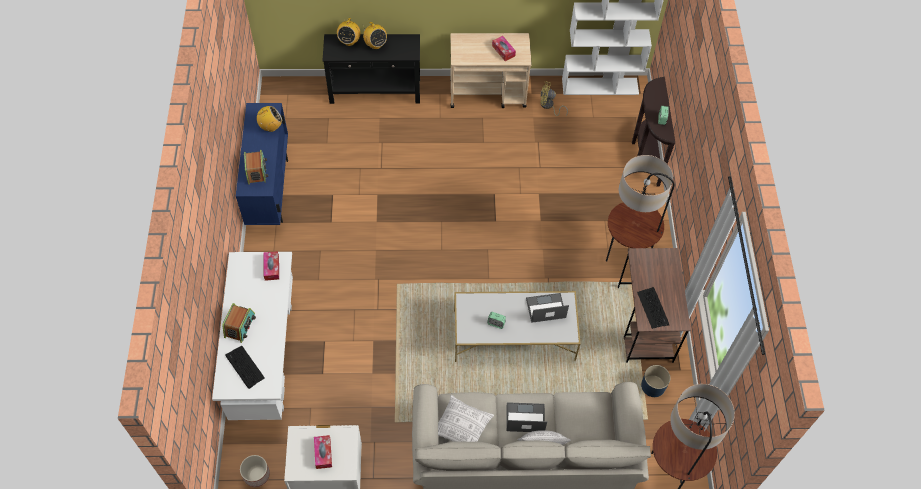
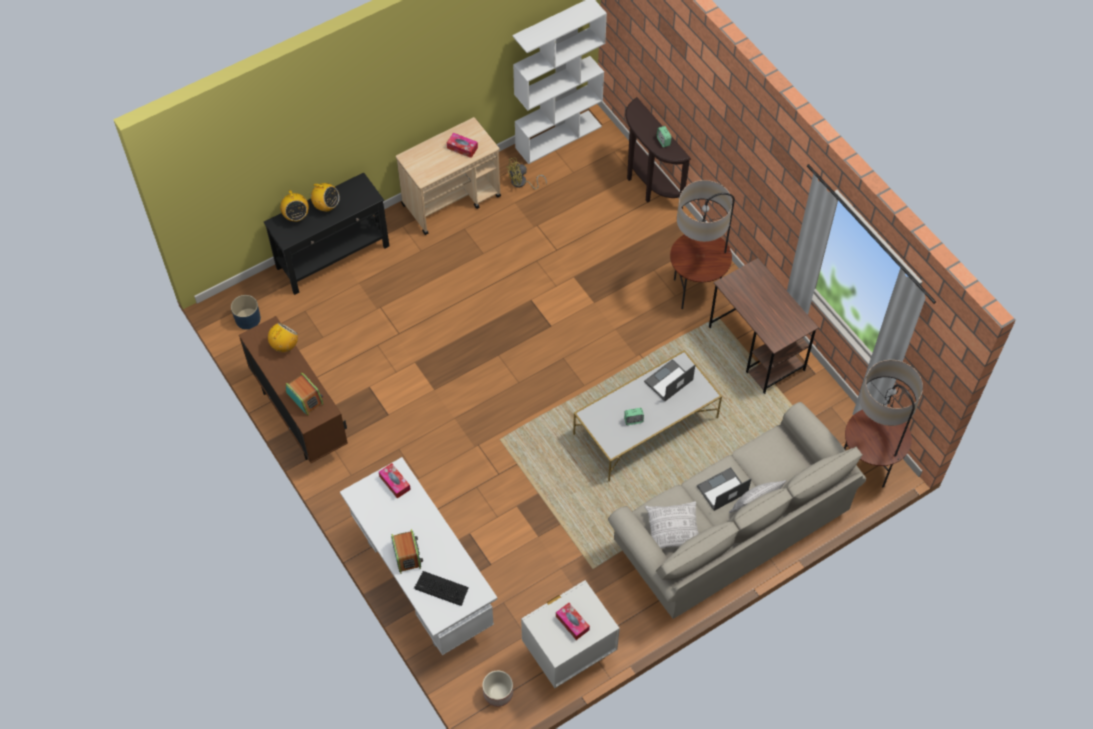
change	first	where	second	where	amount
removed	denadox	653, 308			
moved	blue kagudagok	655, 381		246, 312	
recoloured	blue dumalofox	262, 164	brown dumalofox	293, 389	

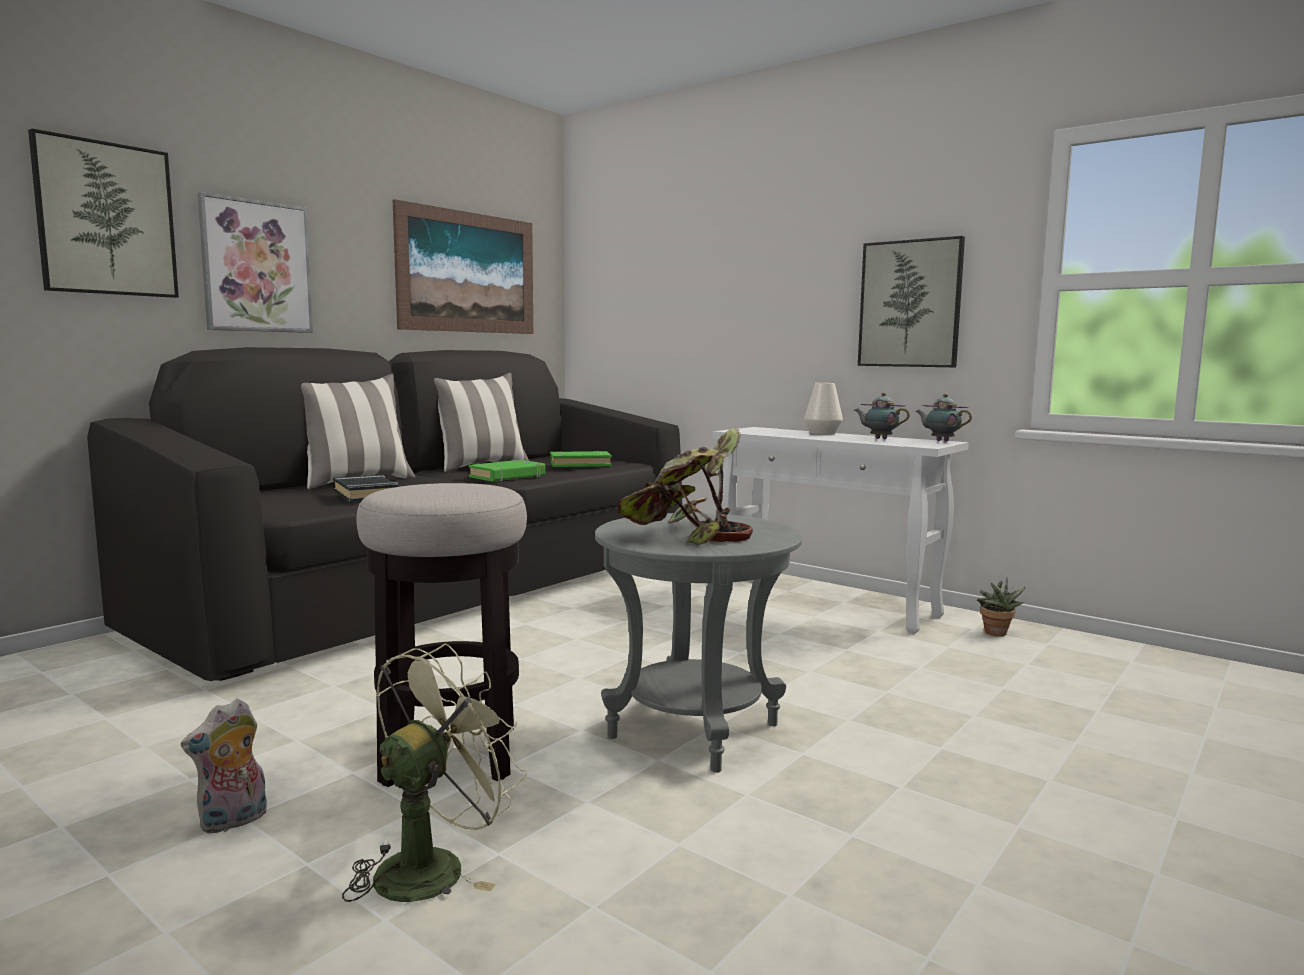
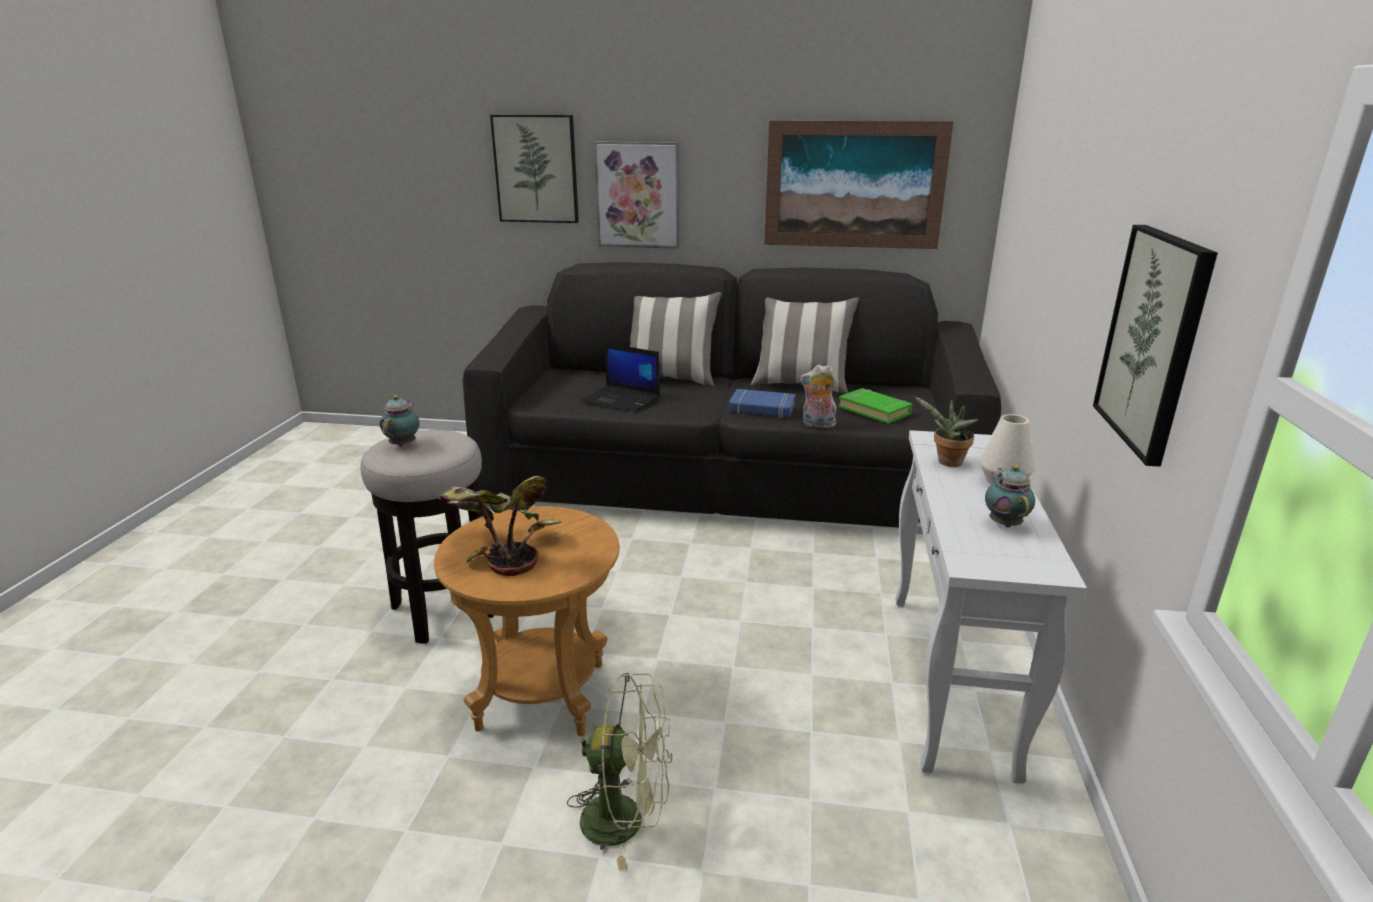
change	first	where	second	where	amount
moved	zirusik	224, 766		818, 396	
moved	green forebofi	434, 772		619, 772	
moved	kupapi	943, 417		400, 421	
moved	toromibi	1001, 607		946, 431	
replaced	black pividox	366, 488	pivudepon	620, 377	
recoloured	green pividox	506, 470	blue pividox	762, 403	
recoloured	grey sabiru	698, 643	brown sabiru	527, 621	

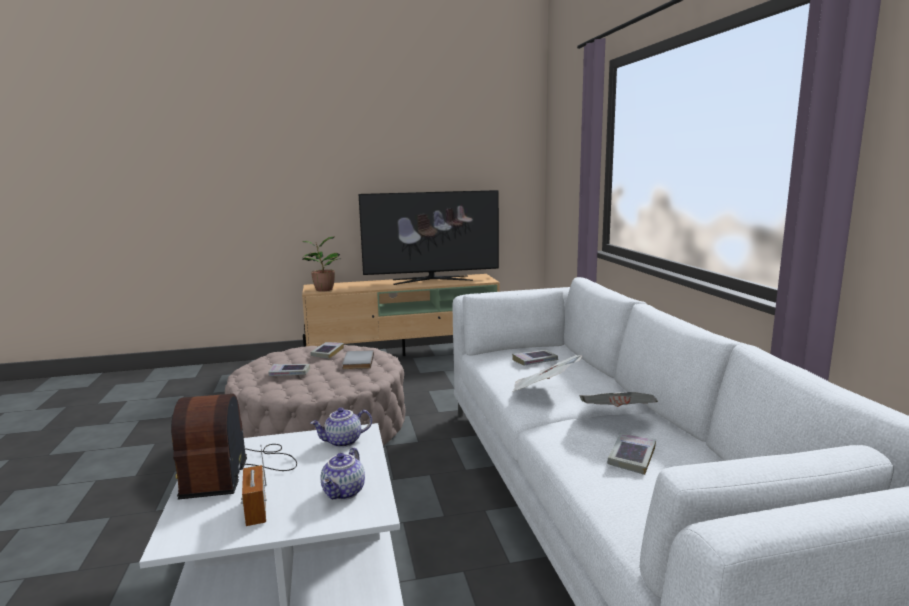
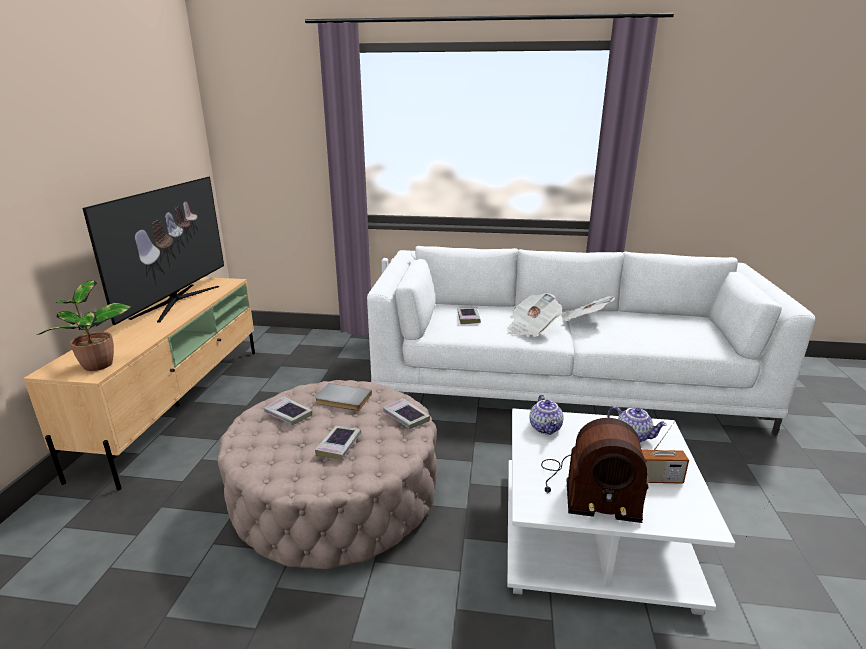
change	first	where	second	where	amount
moved	pividox	631, 454		406, 413	

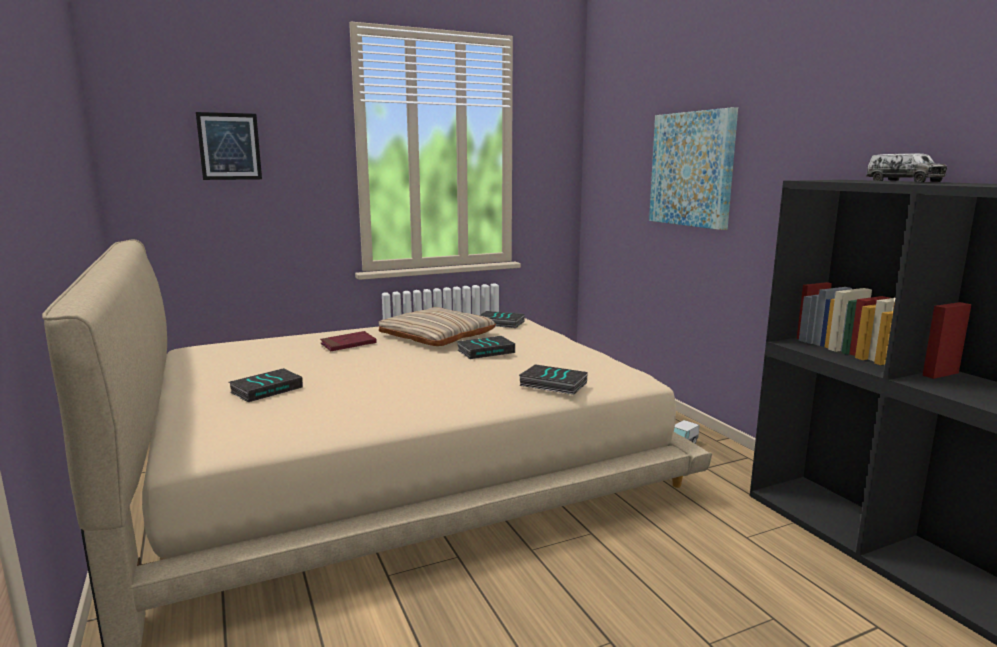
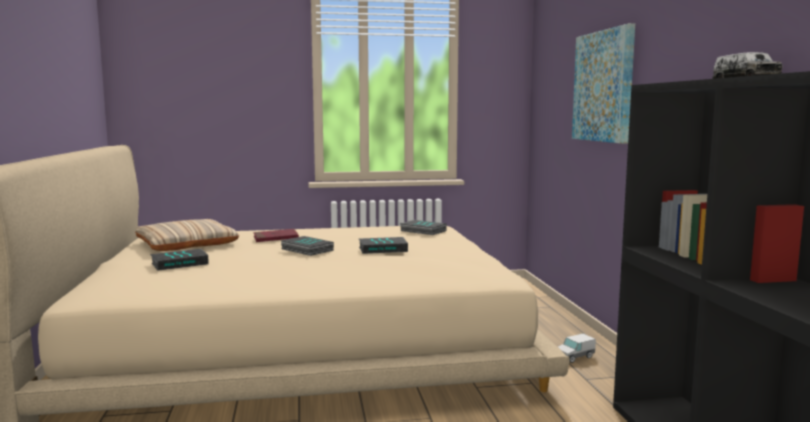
change	first	where	second	where	amount
removed	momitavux	229, 146			
moved	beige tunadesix	437, 326		187, 235	
moved	pividox	553, 379		307, 246	

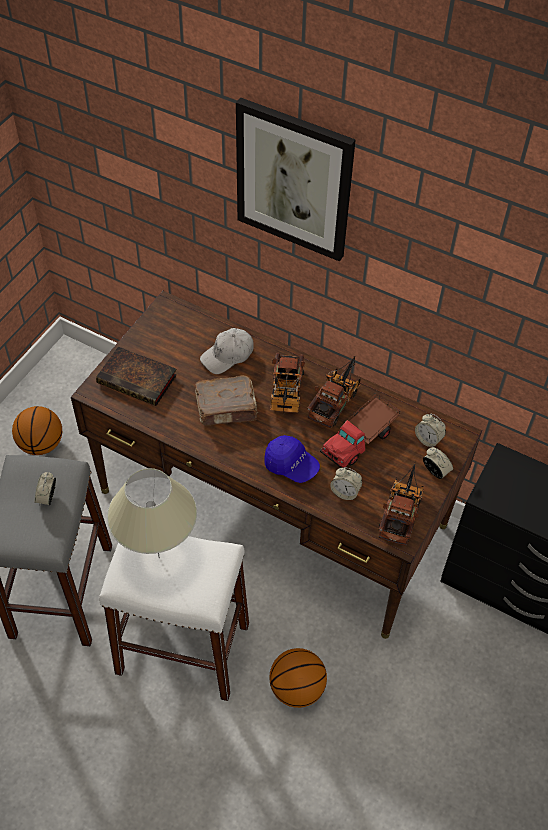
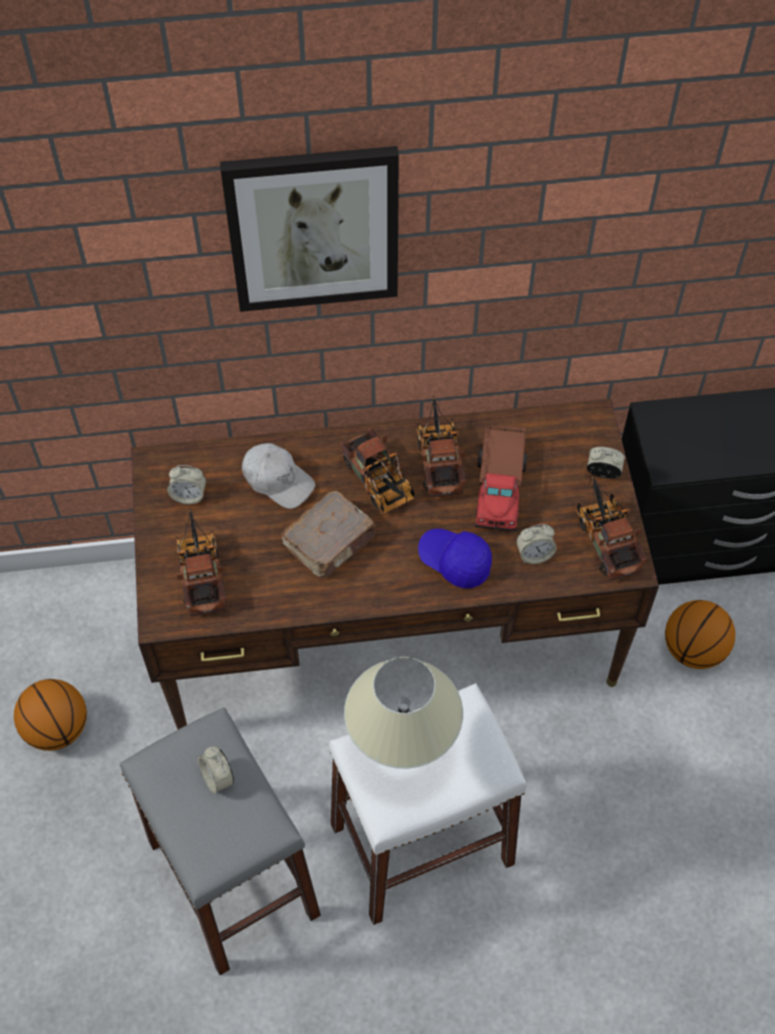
change	first	where	second	where	amount
moved	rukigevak	298, 678		700, 634	
moved	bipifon	430, 430		186, 484	
replaced	pividox	136, 376	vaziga	201, 561	
turned	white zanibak	227, 351		278, 476	75 degrees counterclockwise
turned	blue zanibak	292, 459		455, 558	150 degrees counterclockwise

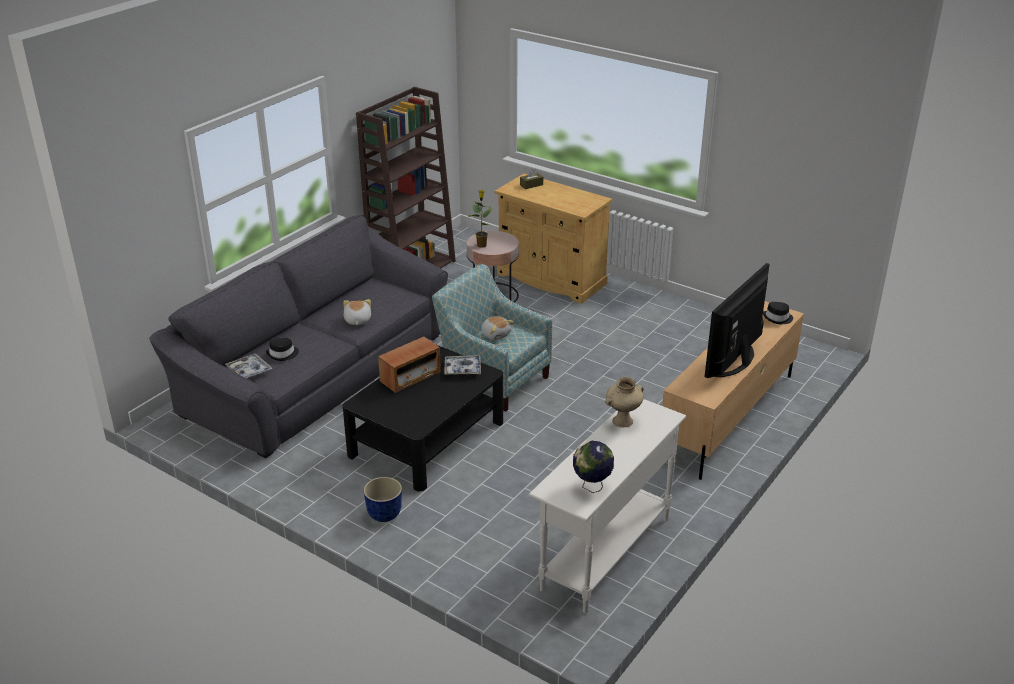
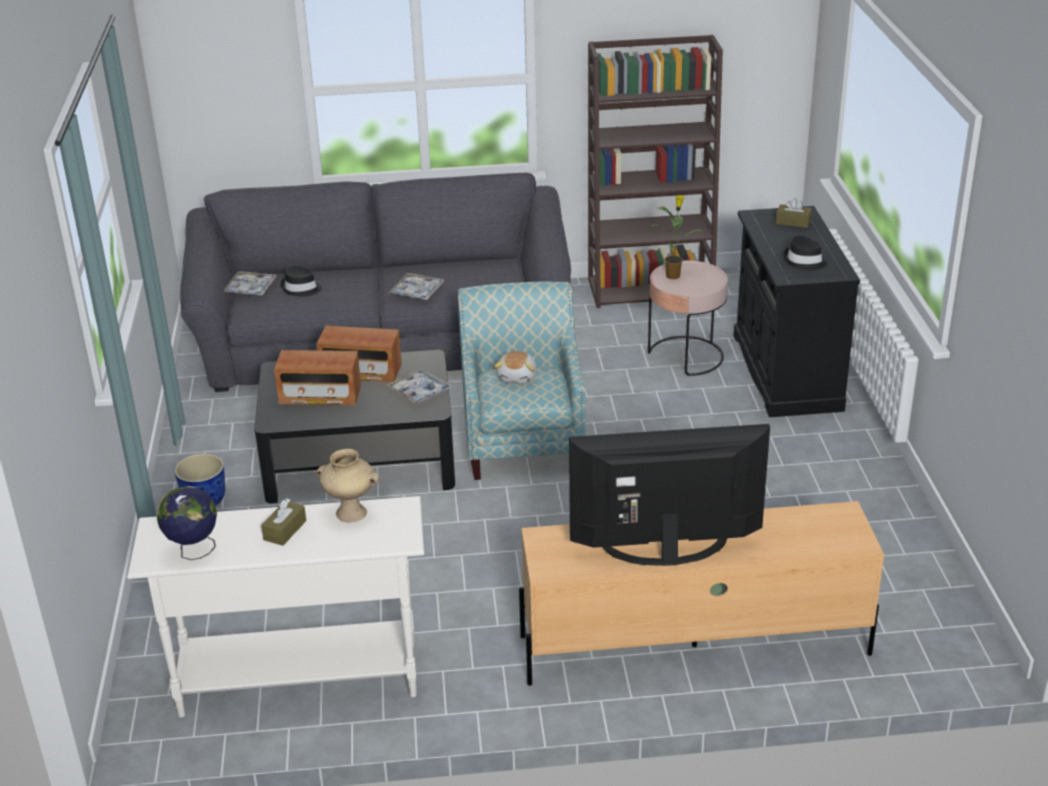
change	first	where	second	where	amount
added			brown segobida	283, 522	
added			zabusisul	317, 377	
moved	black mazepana	778, 313		805, 253	
replaced	zirusik	357, 312	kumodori	417, 286	
recoloured	beige dumalofox	553, 238	black dumalofox	797, 311	

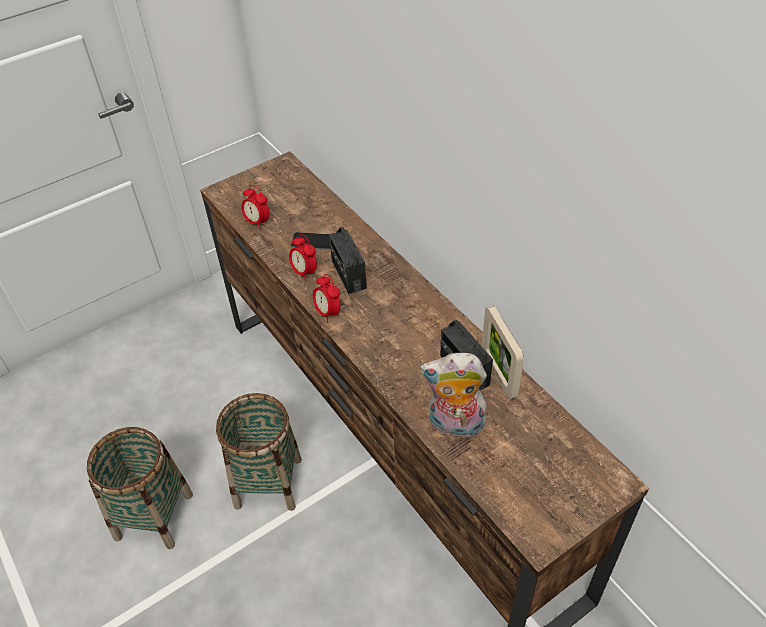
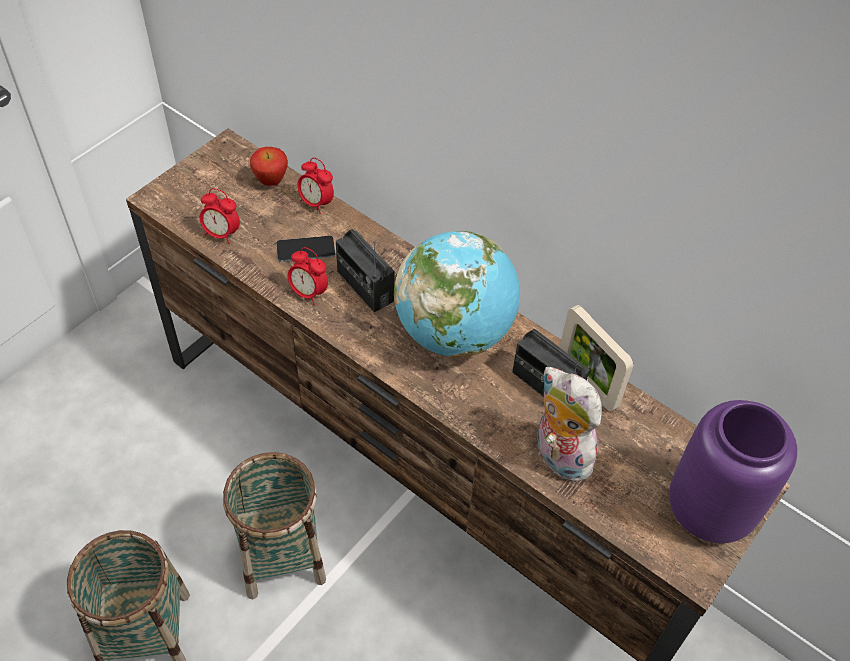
change	first	where	second	where	amount
added			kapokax	269, 166	
added			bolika	457, 294	
added			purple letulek	733, 471	
moved	bipifon	326, 298		315, 186	
turned	zirusik	453, 395		569, 424	60 degrees clockwise

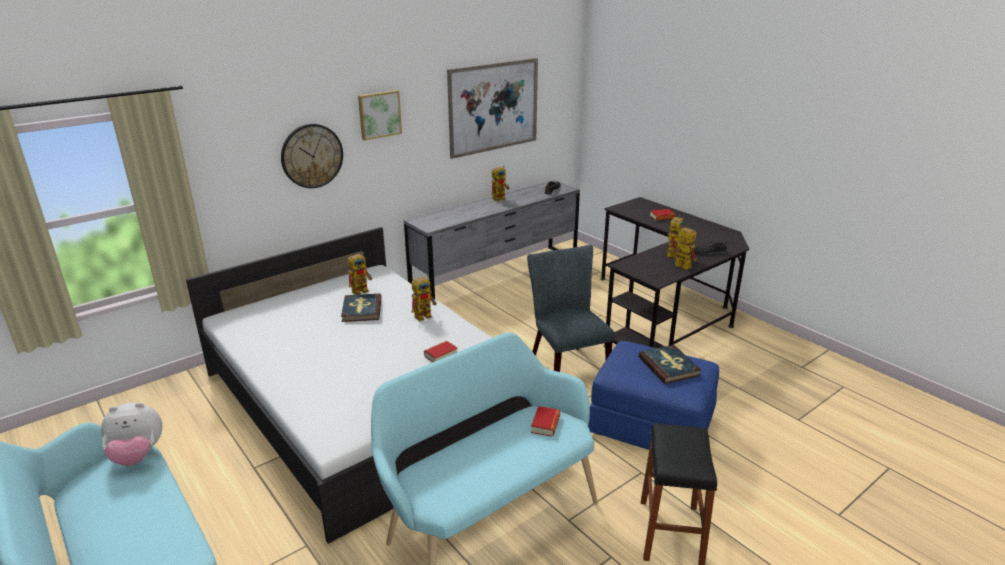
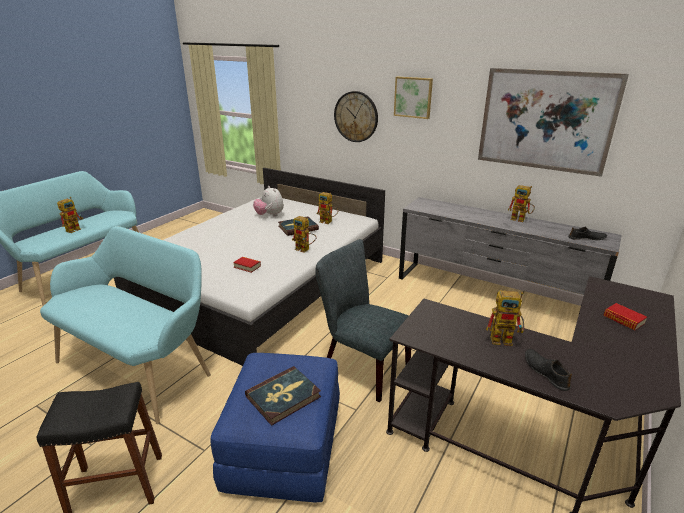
change	first	where	second	where	amount
removed	pividox	545, 421			
moved	zirusik	132, 434		268, 201	
moved	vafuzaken	681, 247		70, 215	
turned	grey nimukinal	571, 308		363, 320	105 degrees counterclockwise

